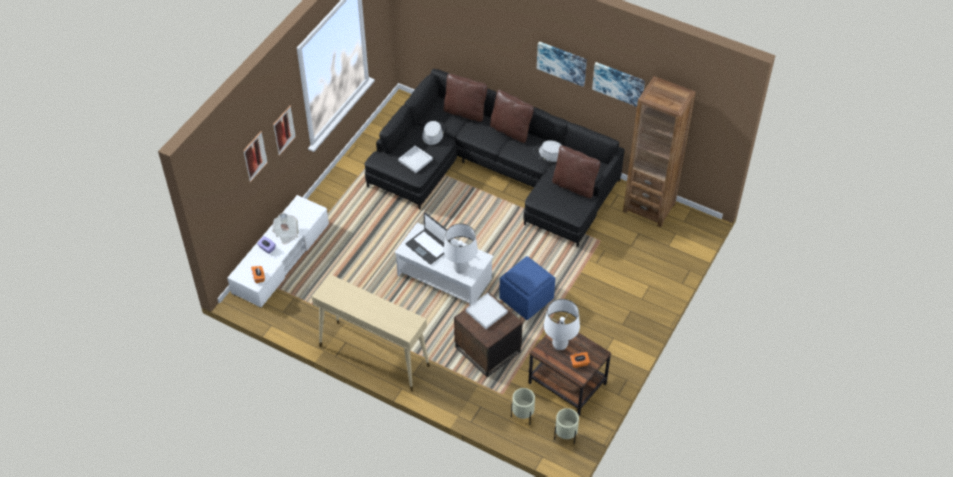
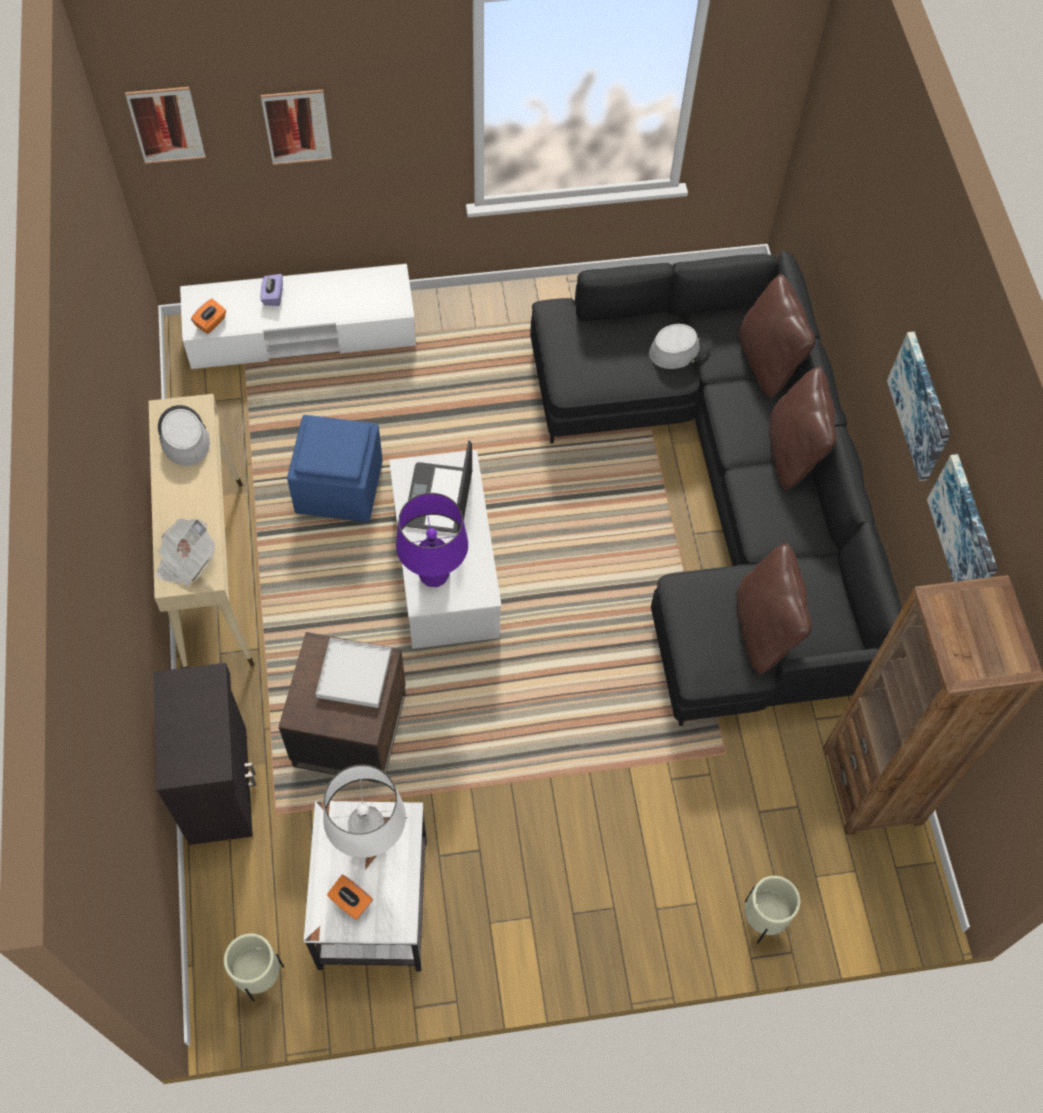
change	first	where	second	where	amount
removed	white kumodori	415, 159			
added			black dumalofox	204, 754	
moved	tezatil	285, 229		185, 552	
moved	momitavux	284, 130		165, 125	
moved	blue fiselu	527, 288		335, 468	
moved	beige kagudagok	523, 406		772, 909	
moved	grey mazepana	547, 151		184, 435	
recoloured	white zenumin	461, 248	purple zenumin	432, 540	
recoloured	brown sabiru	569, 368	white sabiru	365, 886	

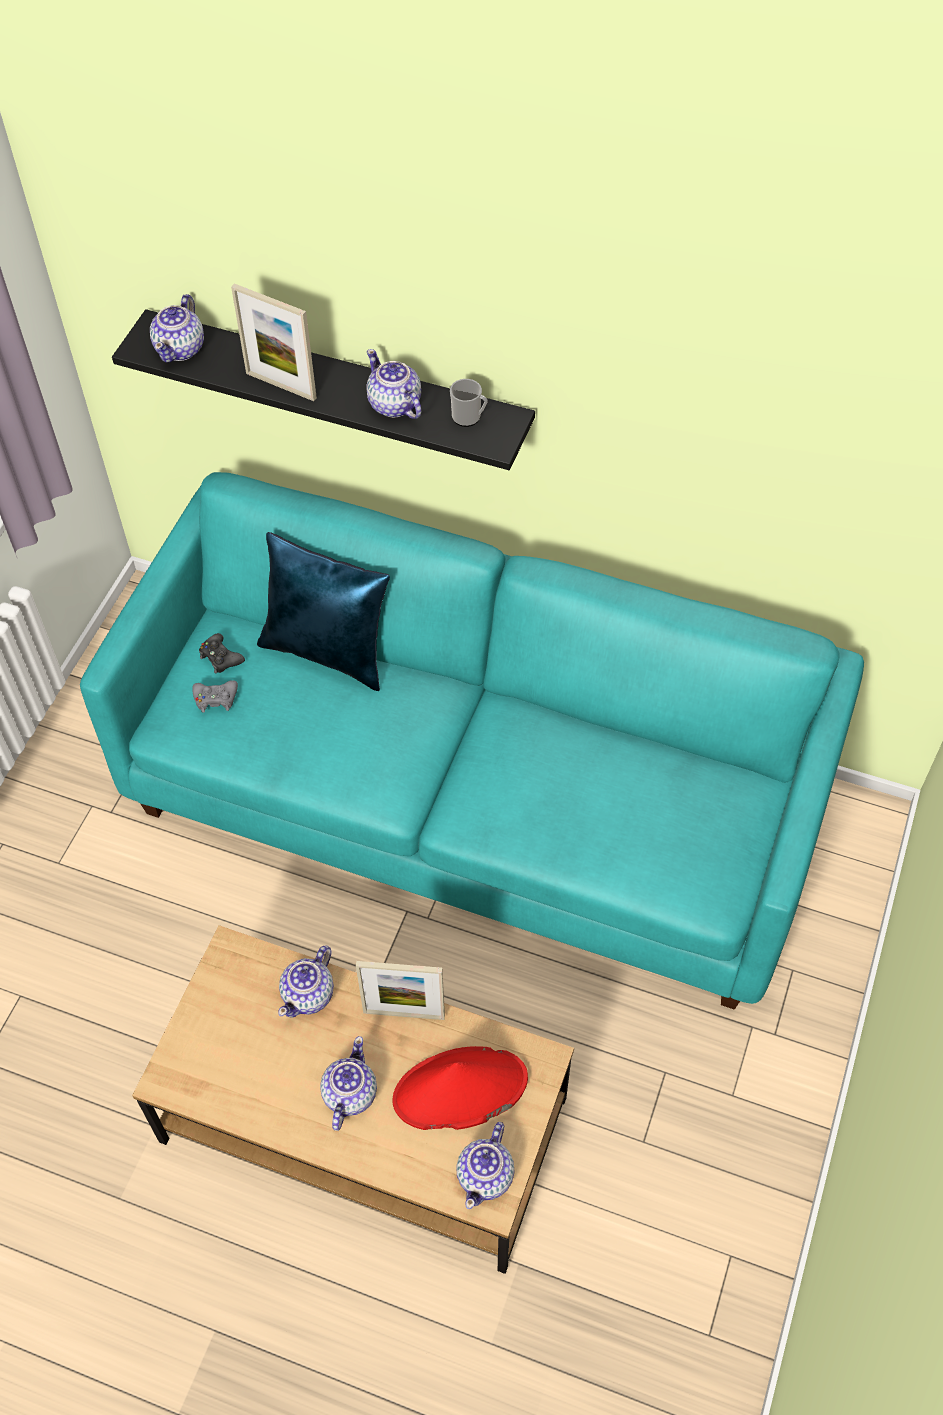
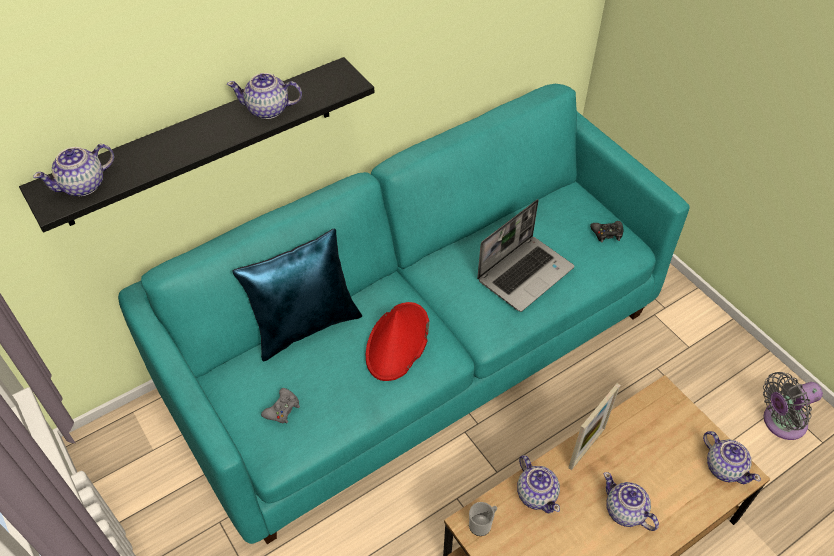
change	first	where	second	where	amount
removed	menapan	274, 342			
added			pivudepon	525, 255	
added			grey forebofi	793, 406	
moved	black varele	222, 653		606, 231	
moved	red mazepana	460, 1088		397, 341	
moved	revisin	469, 403		483, 519	
turned	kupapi	177, 328		73, 170	90 degrees clockwise

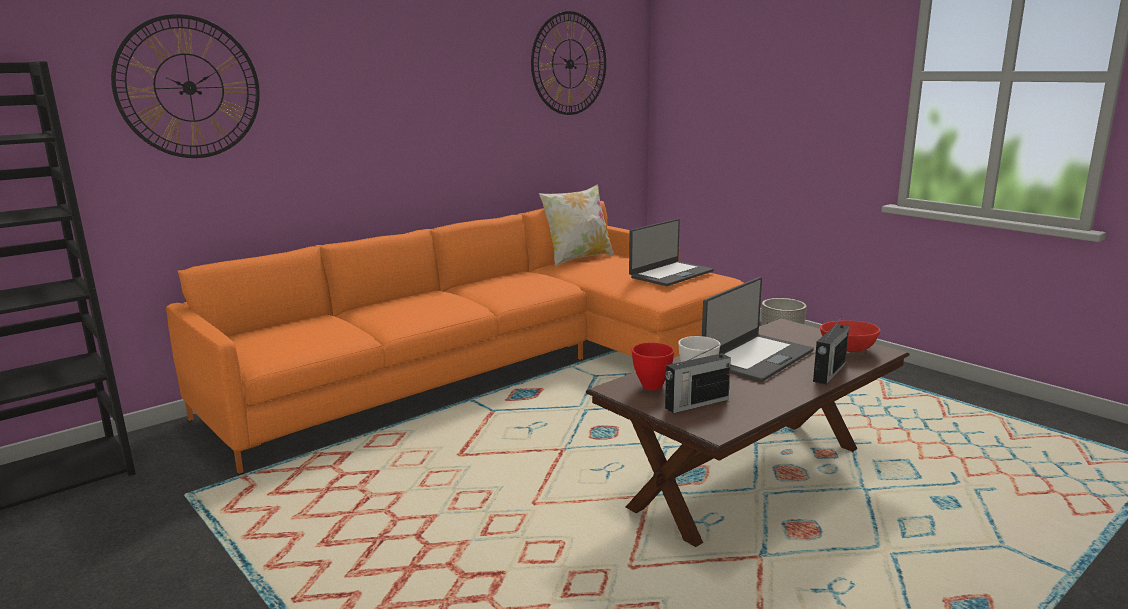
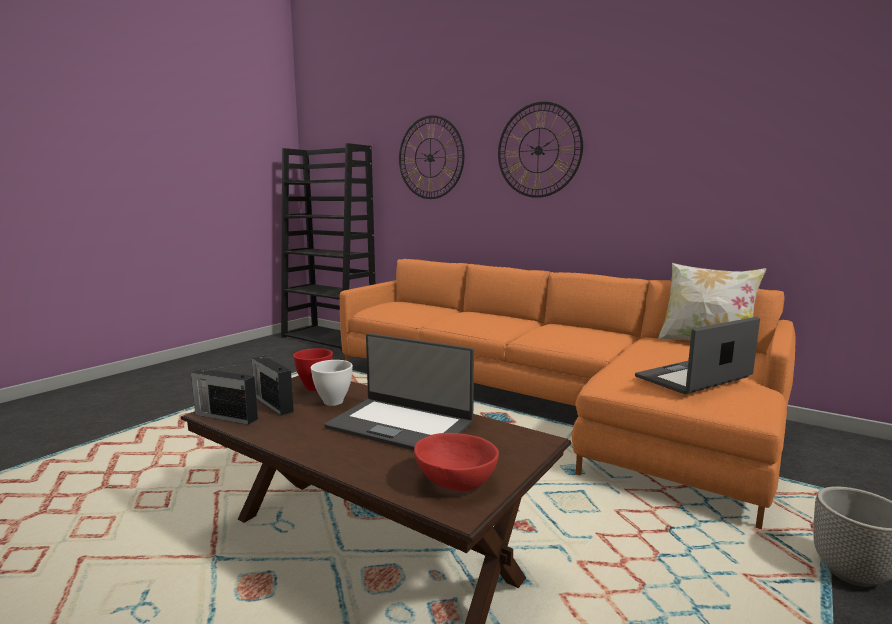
change	first	where	second	where	amount
moved	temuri	568, 63		540, 150	
moved	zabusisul	831, 350		224, 394	
turned	pivudepon	671, 252		697, 355	120 degrees clockwise

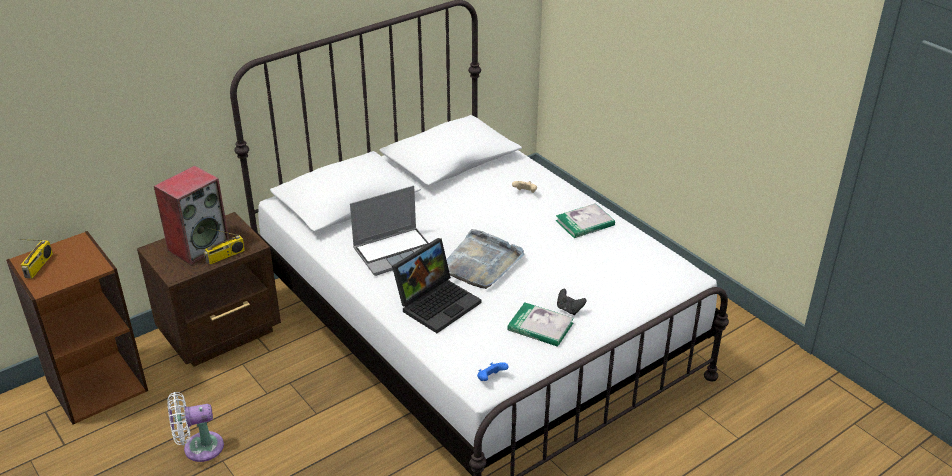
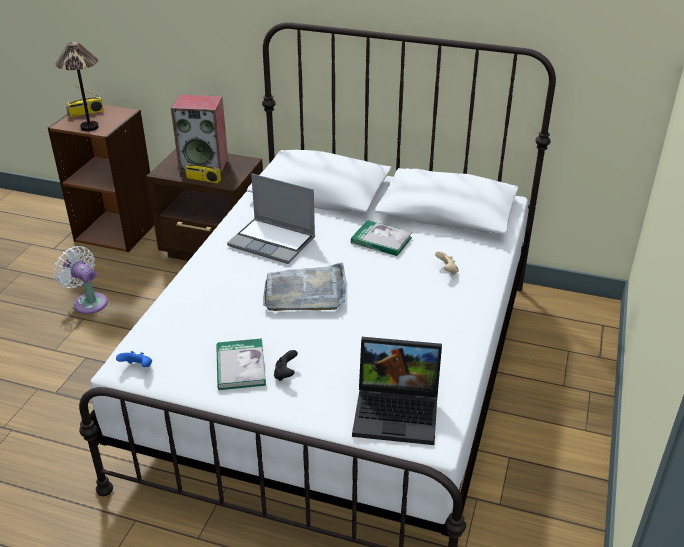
change	first	where	second	where	amount
added			zenumin	76, 86	
moved	pivudepon	436, 285		397, 391	
moved	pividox	585, 220		381, 238	

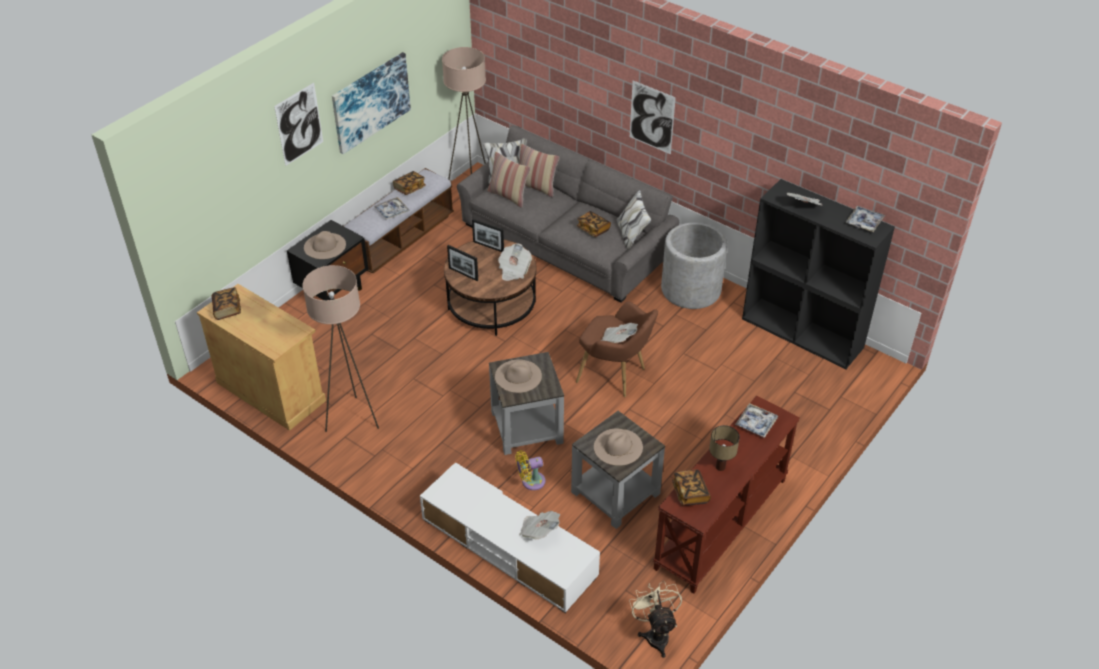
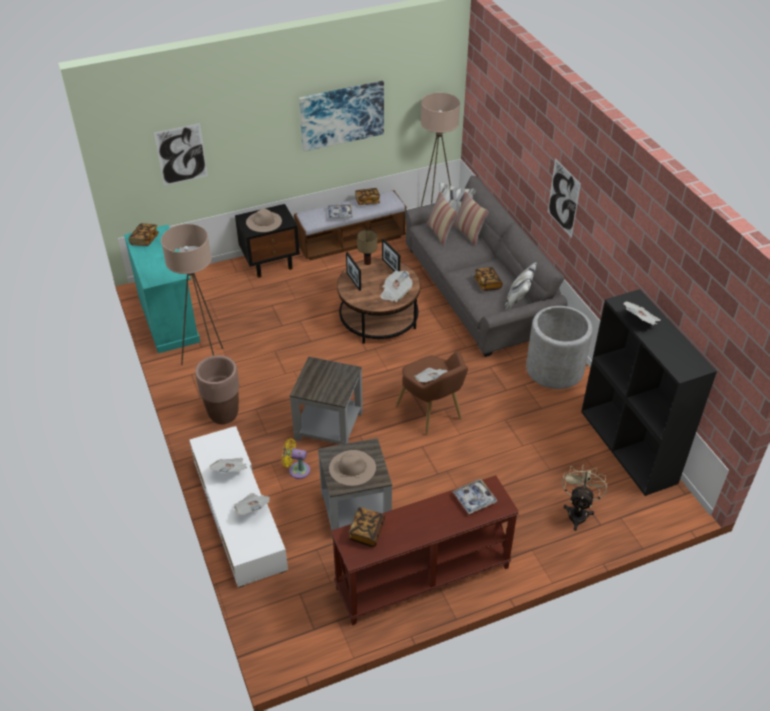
change	first	where	second	where	amount
removed	beige mazepana	518, 376			
removed	kumodori	865, 219			
added			brown kagudagok	217, 389	
added			tezatil	228, 465	
moved	momitavux	298, 124		181, 154	
moved	beige forebofi	655, 619		584, 497	
moved	zenumin	724, 448		367, 247	
recoloured	beige dumalofox	261, 357	turquoise dumalofox	162, 288	

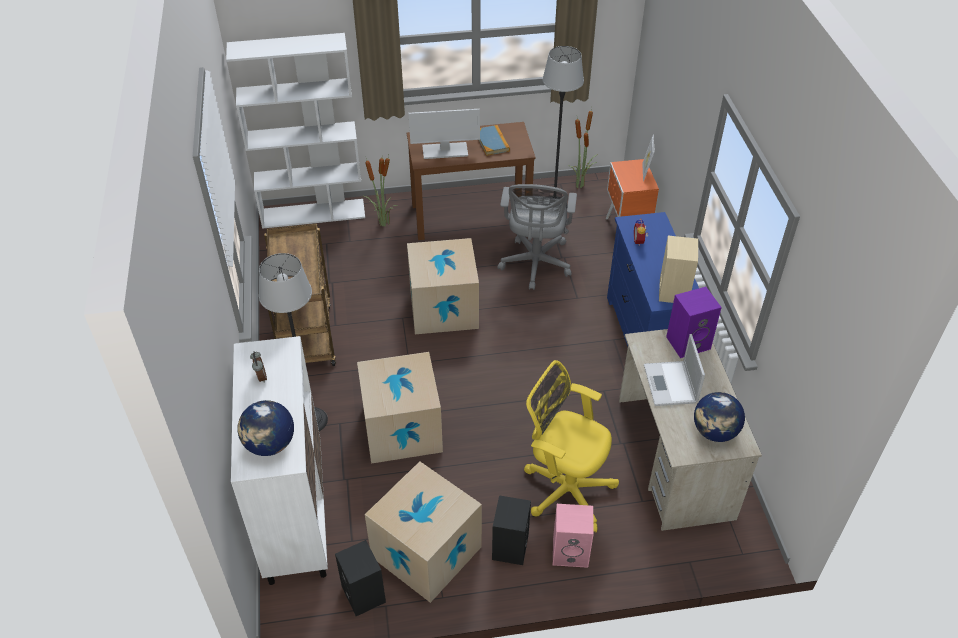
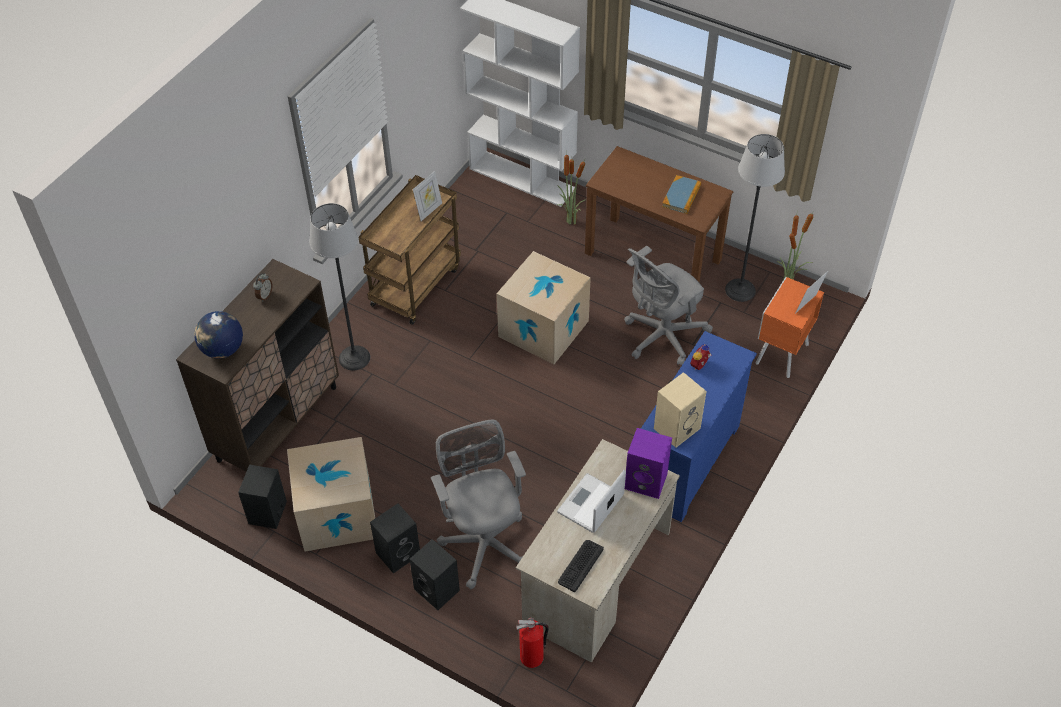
change	first	where	second	where	amount
removed	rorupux	400, 408			
removed	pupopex	444, 134			
added			menapan	427, 196	
added			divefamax	532, 643	
replaced	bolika	719, 417	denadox	581, 566	
recoloured	white dumalofox	279, 460	brown dumalofox	257, 365	
recoloured	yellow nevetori	571, 446	grey nevetori	478, 505	
recoloured	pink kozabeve	573, 536	black kozabeve	435, 574	

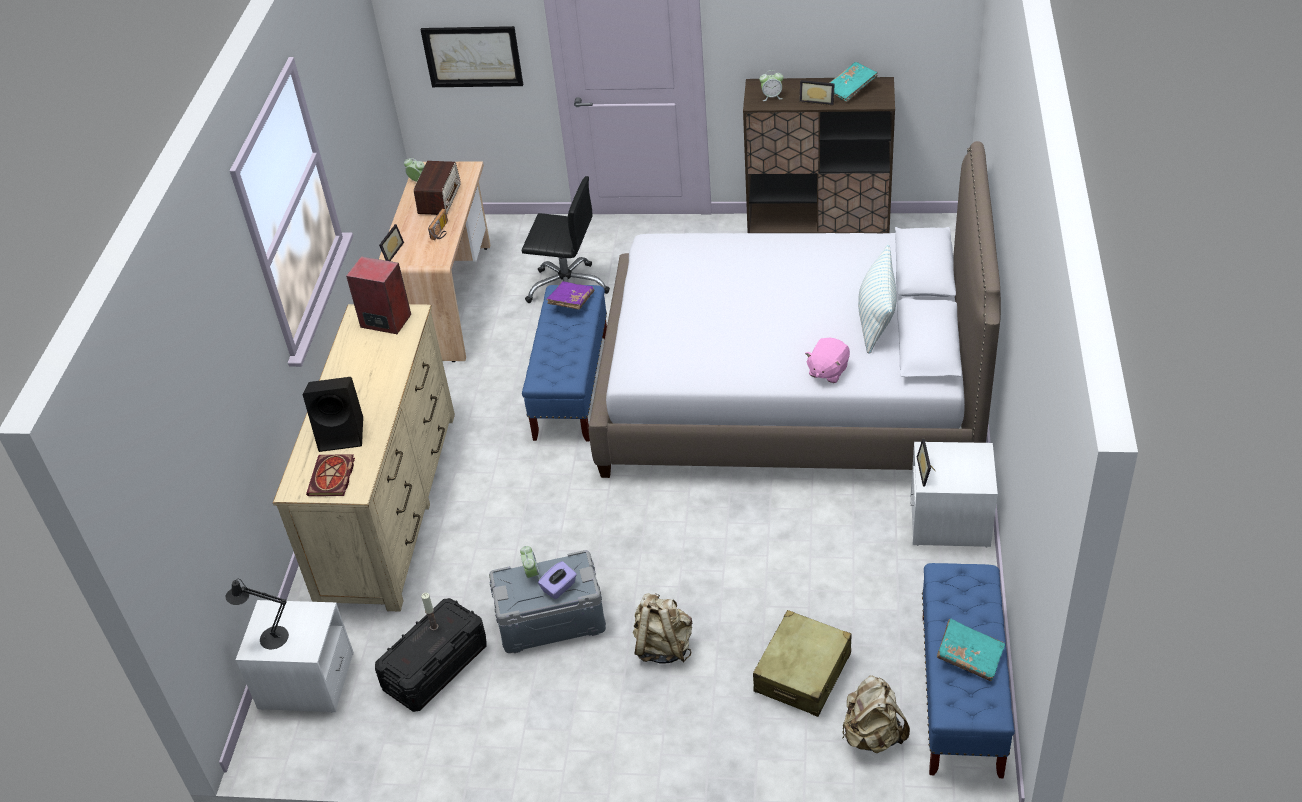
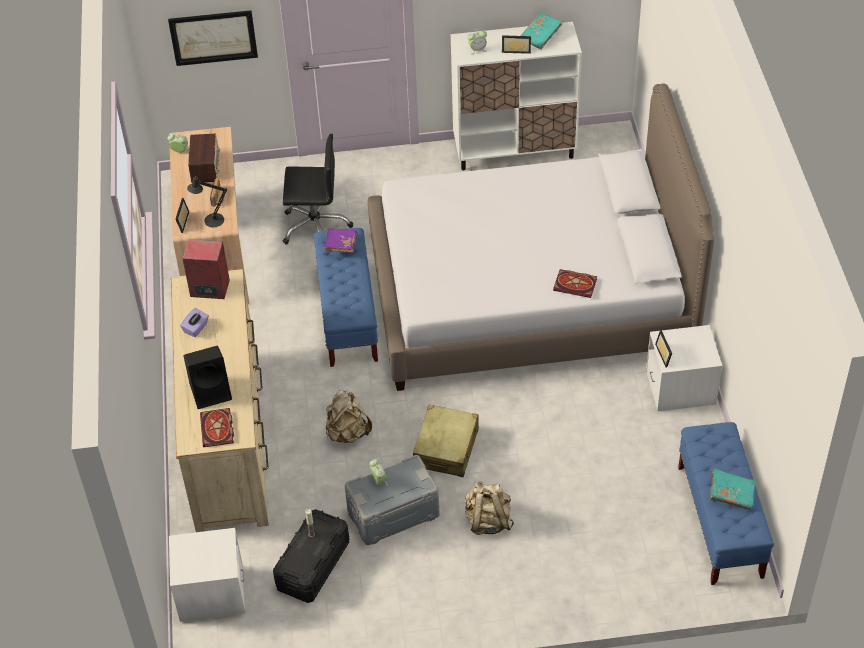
change	first	where	second	where	amount
removed	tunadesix	877, 299			
moved	black zenumin	257, 614		207, 200	
moved	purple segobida	557, 580		194, 322	
moved	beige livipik	802, 663		446, 441	
moved	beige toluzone	876, 714		349, 416	
replaced	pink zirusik	827, 360	pividox	575, 283	
recoloured	brown dumalofox	819, 155	white dumalofox	516, 96	

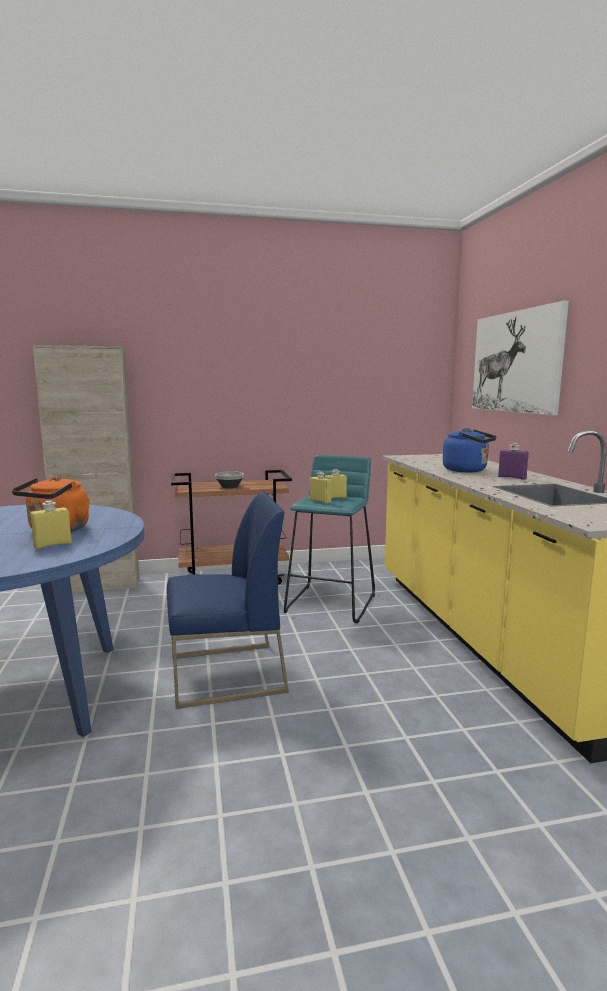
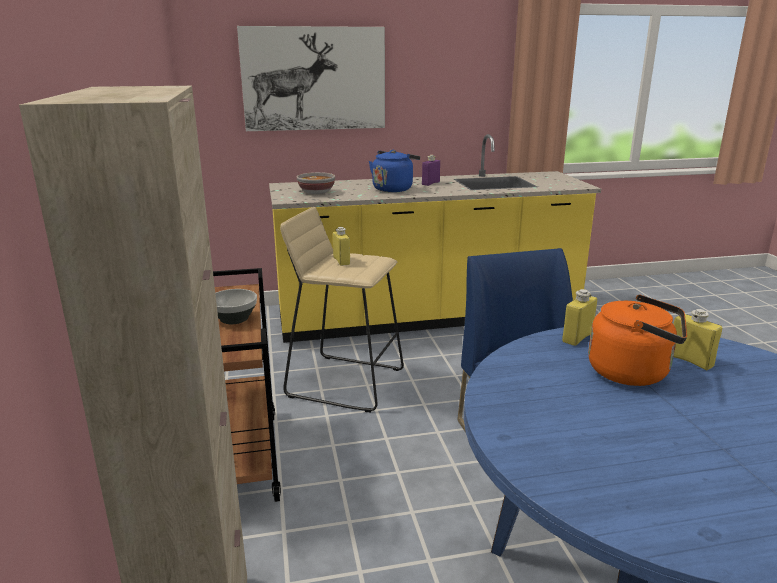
change	first	where	second	where	amount
added			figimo	316, 183	
moved	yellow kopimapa	320, 487		579, 317	
recoloured	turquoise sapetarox	329, 539	beige sapetarox	342, 310	

